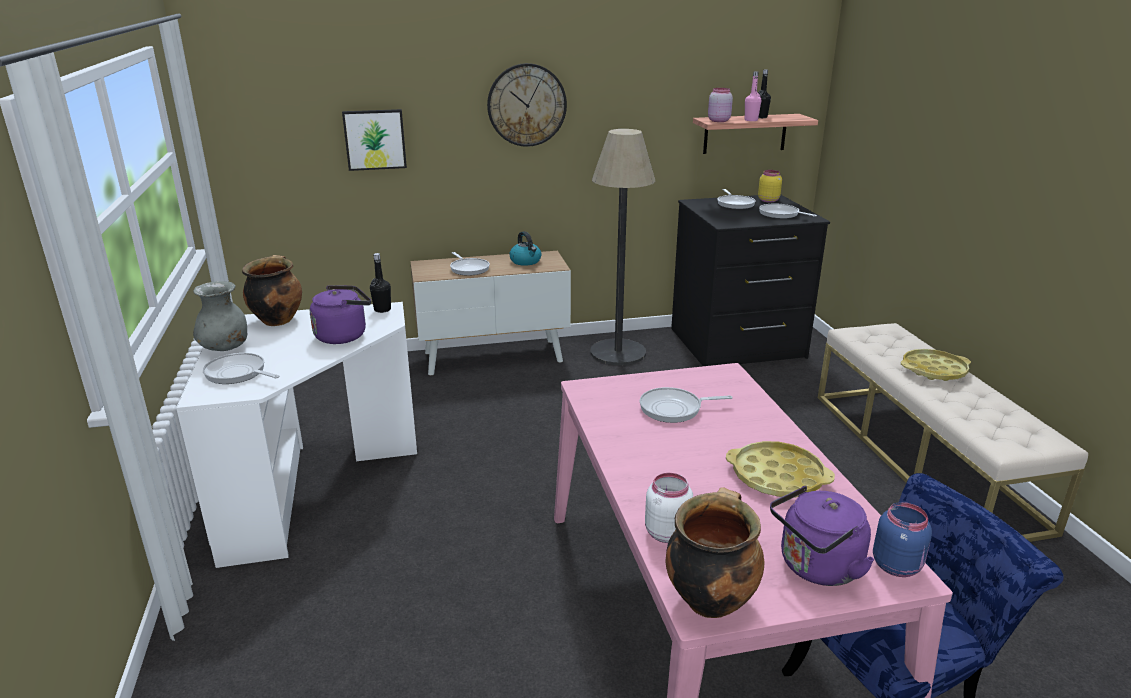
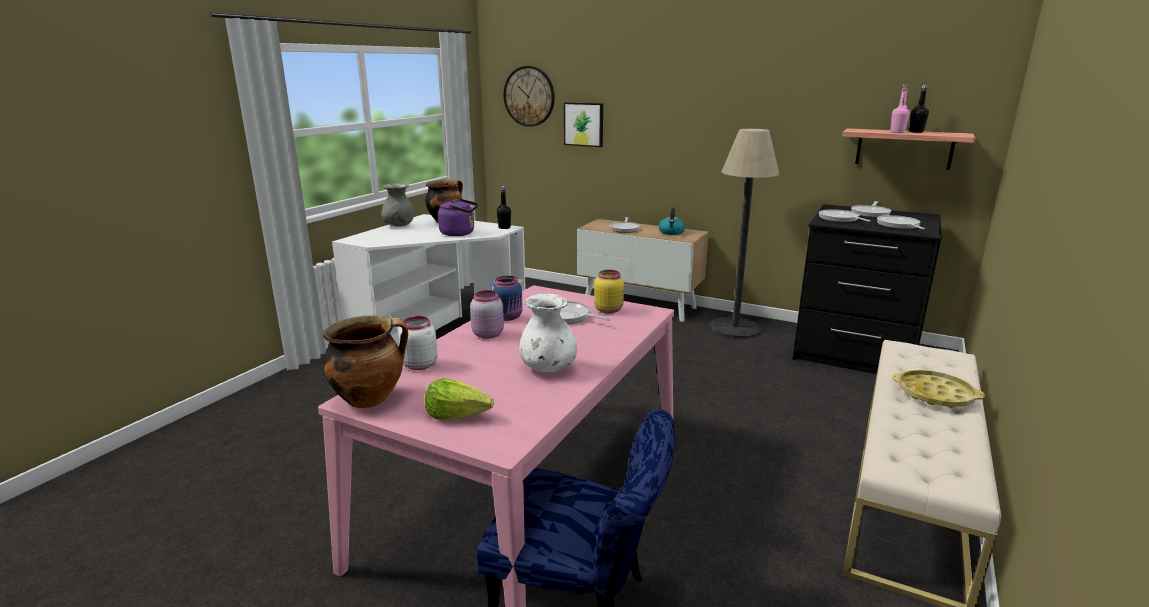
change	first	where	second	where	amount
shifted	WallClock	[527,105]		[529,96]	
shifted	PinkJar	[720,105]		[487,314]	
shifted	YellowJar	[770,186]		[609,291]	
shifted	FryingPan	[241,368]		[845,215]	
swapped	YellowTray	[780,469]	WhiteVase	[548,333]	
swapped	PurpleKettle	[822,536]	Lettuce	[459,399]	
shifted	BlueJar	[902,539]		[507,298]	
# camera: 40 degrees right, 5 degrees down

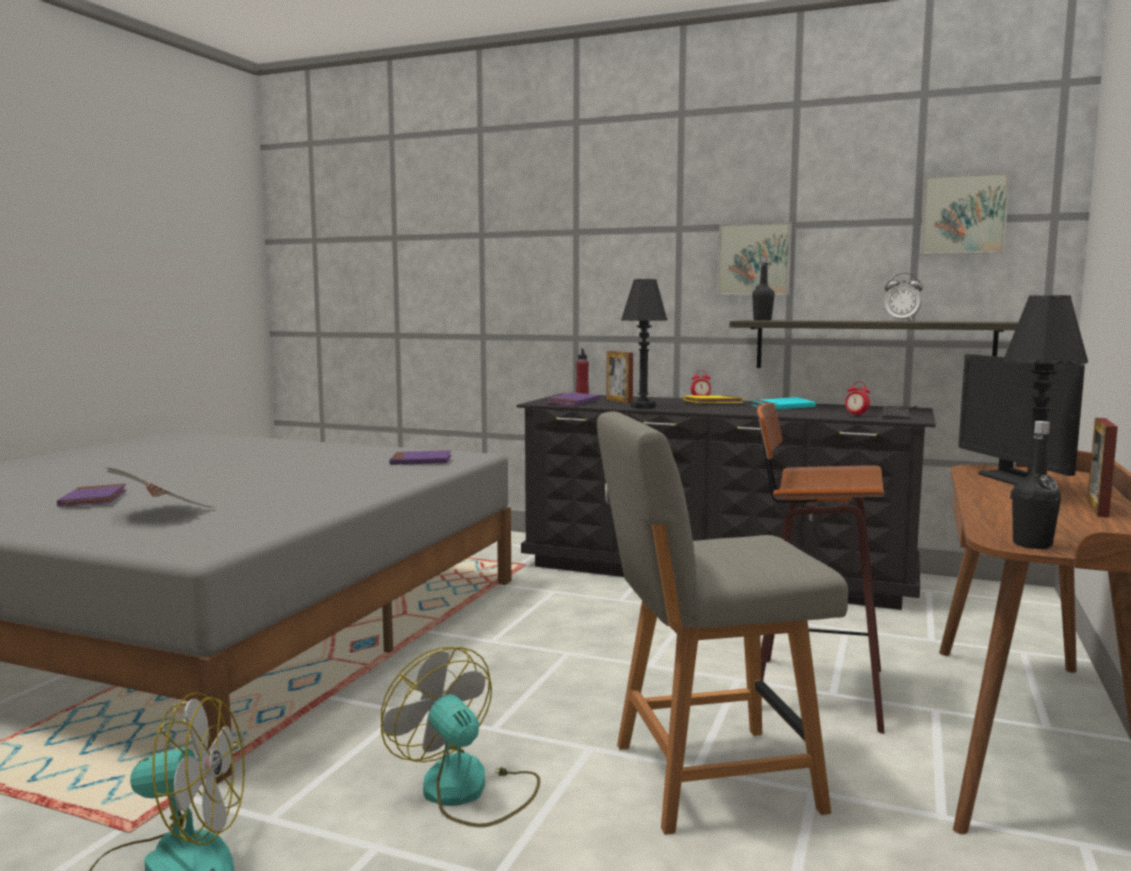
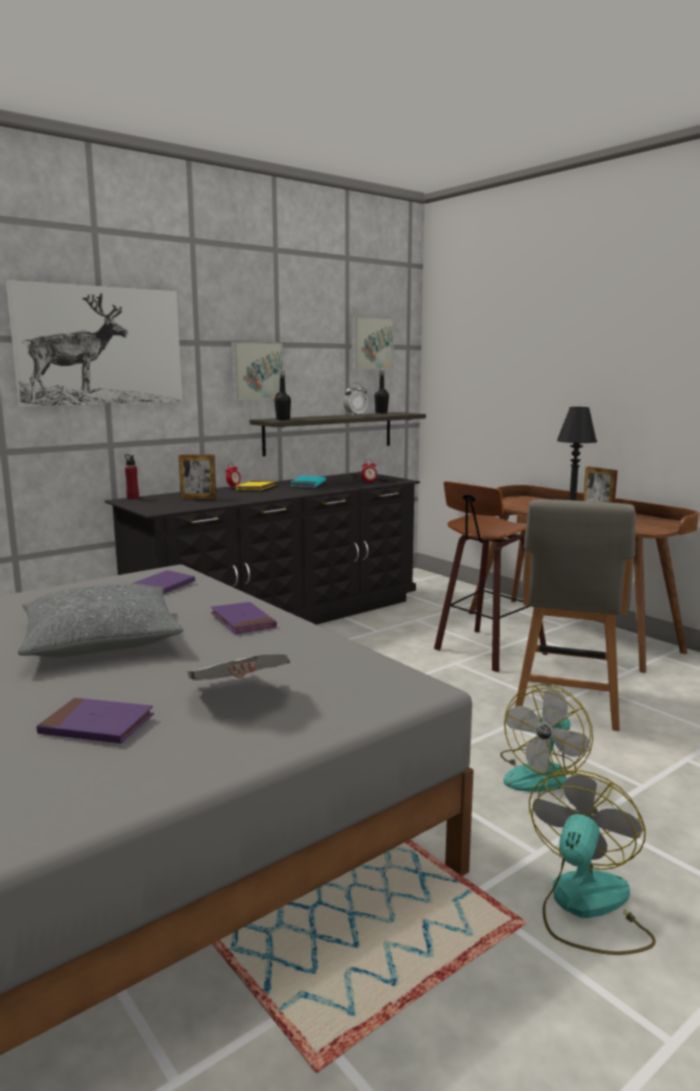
change	first	where	second	where	amount
gone	BlackTableLamp	[644,344]			
gone	Monitor	[1022,419]			
shifted	PurpleBook	[573,399]		[244,618]	
shifted	BlackBottle	[1036,485]		[381,392]	
rotated	Fan	[460,737]		[546,738]	45 degrees counterclockwise
new			Picture	[94,343]	
new			GreyPillow	[100,620]	
# camera: 60 degrees left, 5 degrees up

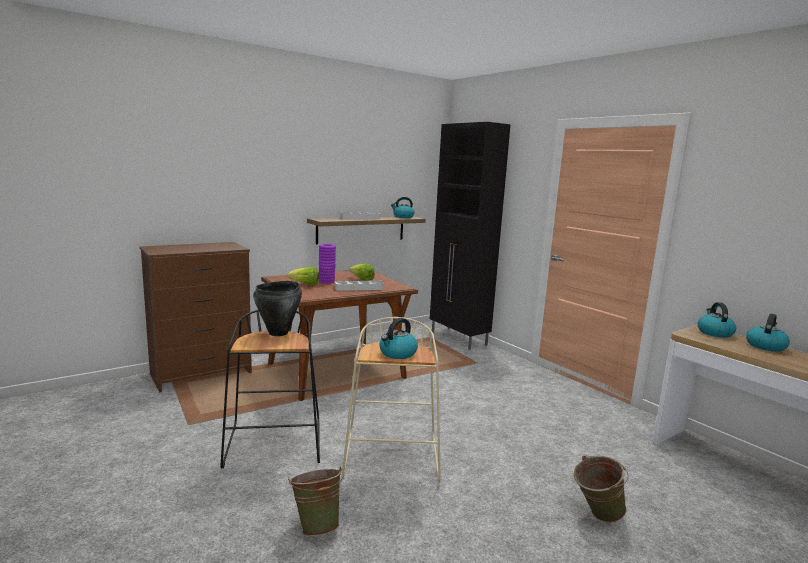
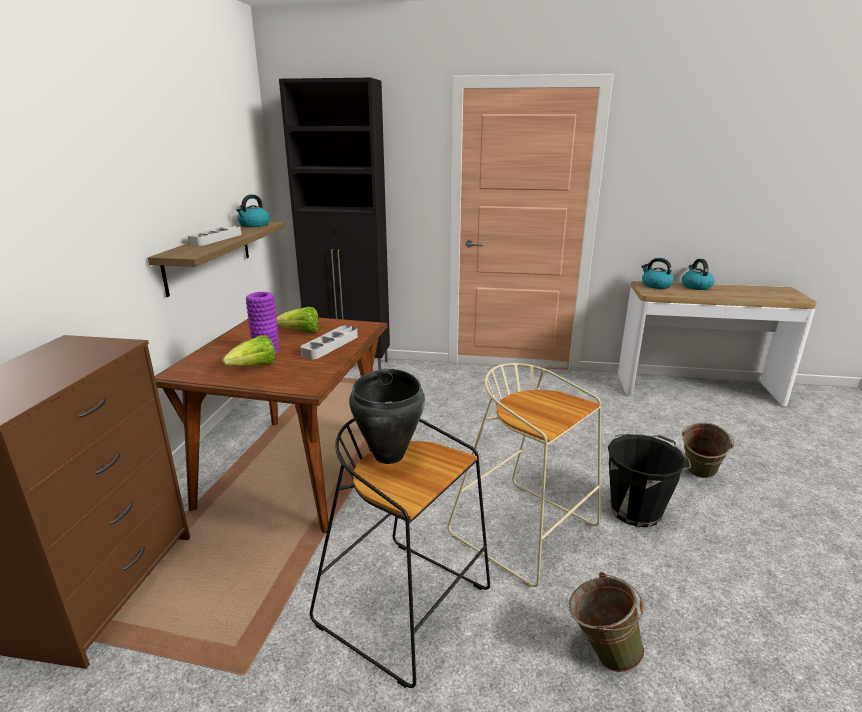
change	first	where	second	where	amount
gone	Kettle	[398,338]			
new			BlackBucket	[649,480]	
# camera: 45 degrees left, 10 degrees up

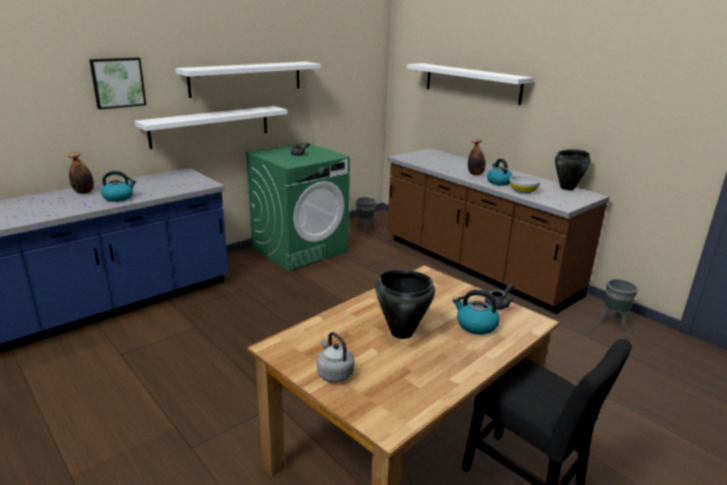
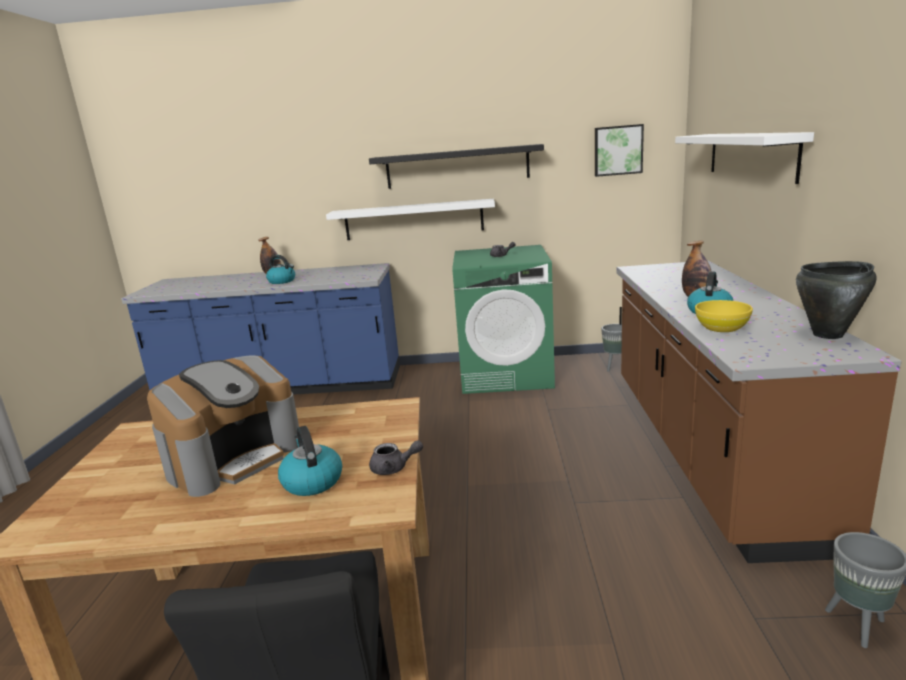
change	first	where	second	where	amount
shifted	Picture	[117,84]		[619,150]	
repainted	WhiteShelf	[248,80]	BlackShelf	[456,166]	
repainted	WhiteBowl	[525,184]	YellowBowl	[724,316]	
swapped	BlackCookingPot	[405,304]	CoffeeMachine	[223,426]	
gone	GreyKettle	[335,357]			
# camera: 45 degrees right, 5 degrees down

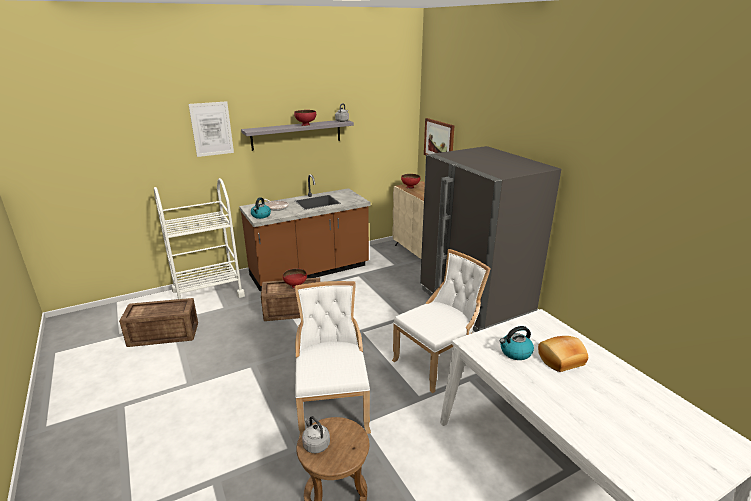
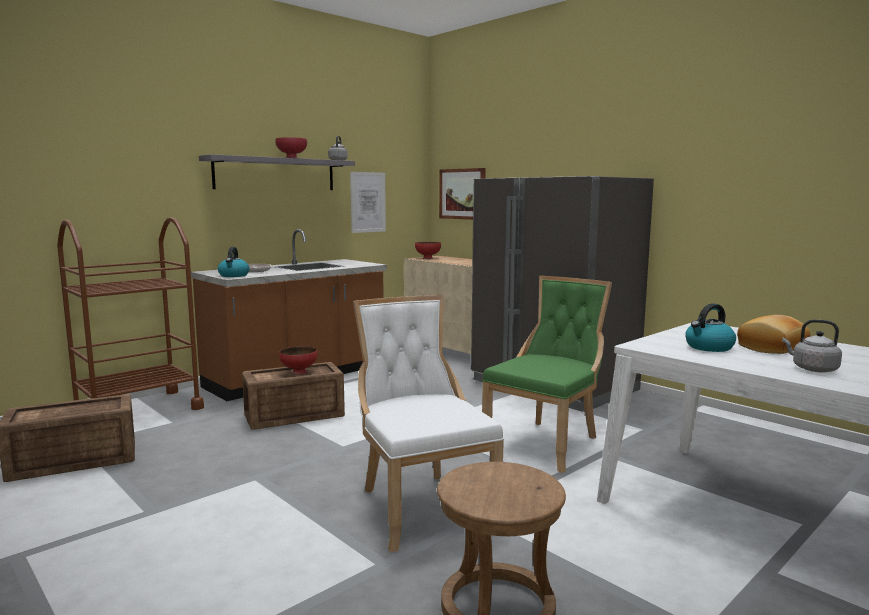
change	first	where	second	where	amount
shifted	Picture	[211,129]		[368,202]	
repainted	WhiteCart	[199,238]	BrownCart	[130,313]	
repainted	WhiteChair	[441,321]	GreenChair	[547,374]	
shifted	GreyKettle	[316,434]		[812,345]	
# camera: 15 degrees left, 15 degrees down

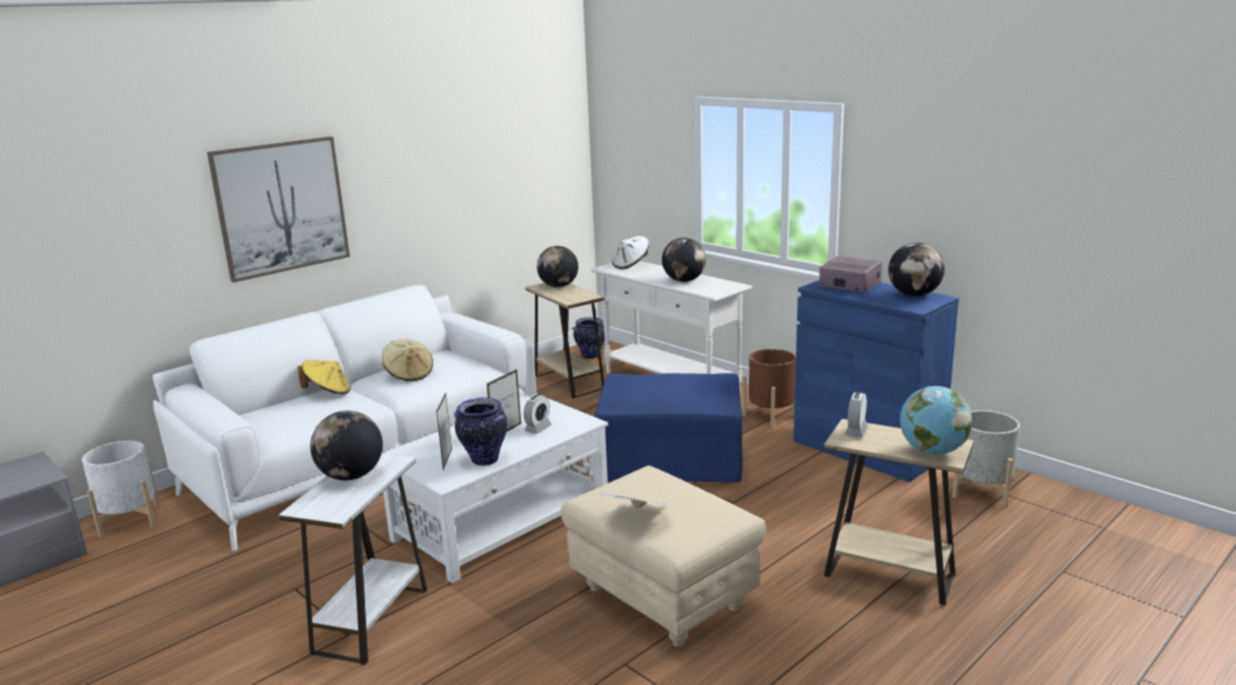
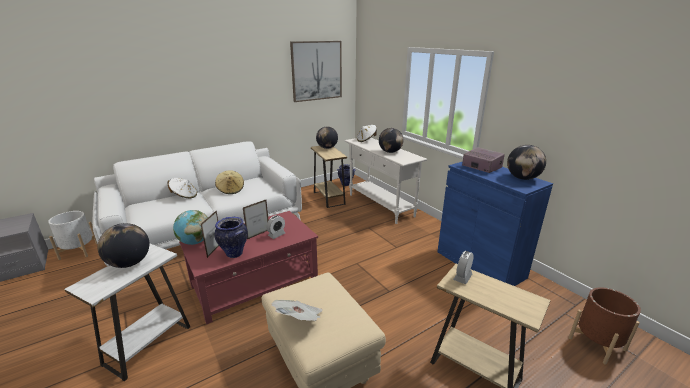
change	first	where	second	where	amount
shifted	Picture	[278,209]		[316,71]	
shifted	BrownPlanter	[769,388]		[604,326]	
repainted	YellowHat	[324,377]	WhiteHat	[182,188]	
gone	BlueOttoman	[669,428]			
shifted	Globe	[936,420]		[190,227]	
repainted	WhiteCoffeeTable	[495,490]	RedCoffeeTable	[248,267]	
gone	GreyPlanter	[986,458]			
# camera: 10 degrees right, 5 degrees up

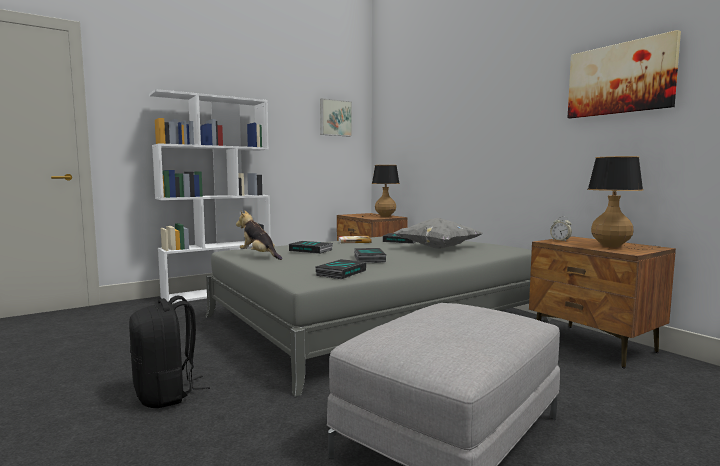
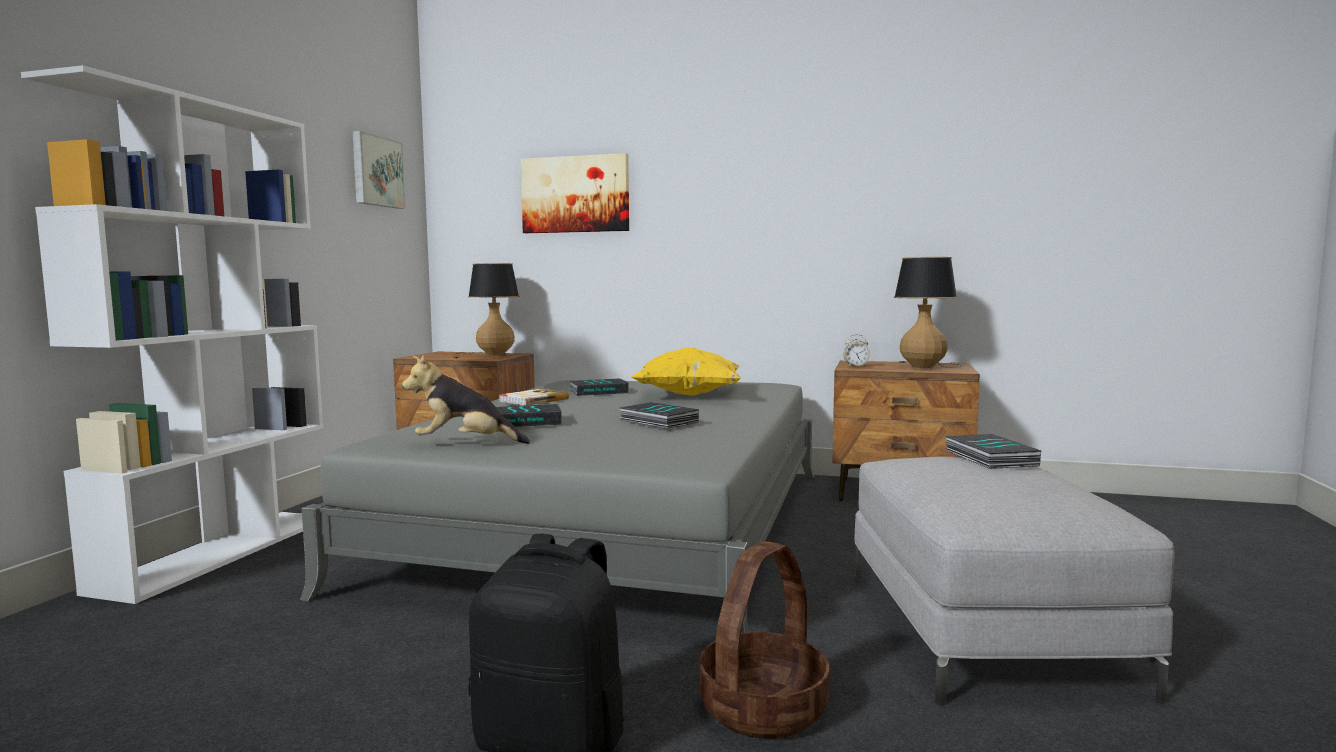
change	first	where	second	where	amount
shifted	Picture	[624,74]		[575,193]	
repainted	GreyPillow	[438,233]	YellowPillow	[686,371]	
shifted	Book	[340,269]		[993,451]	
new			Basket	[764,640]	
# camera: 40 degrees left, 0 degrees up

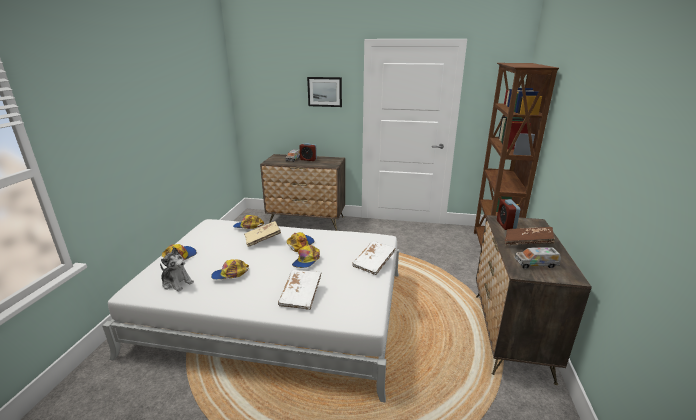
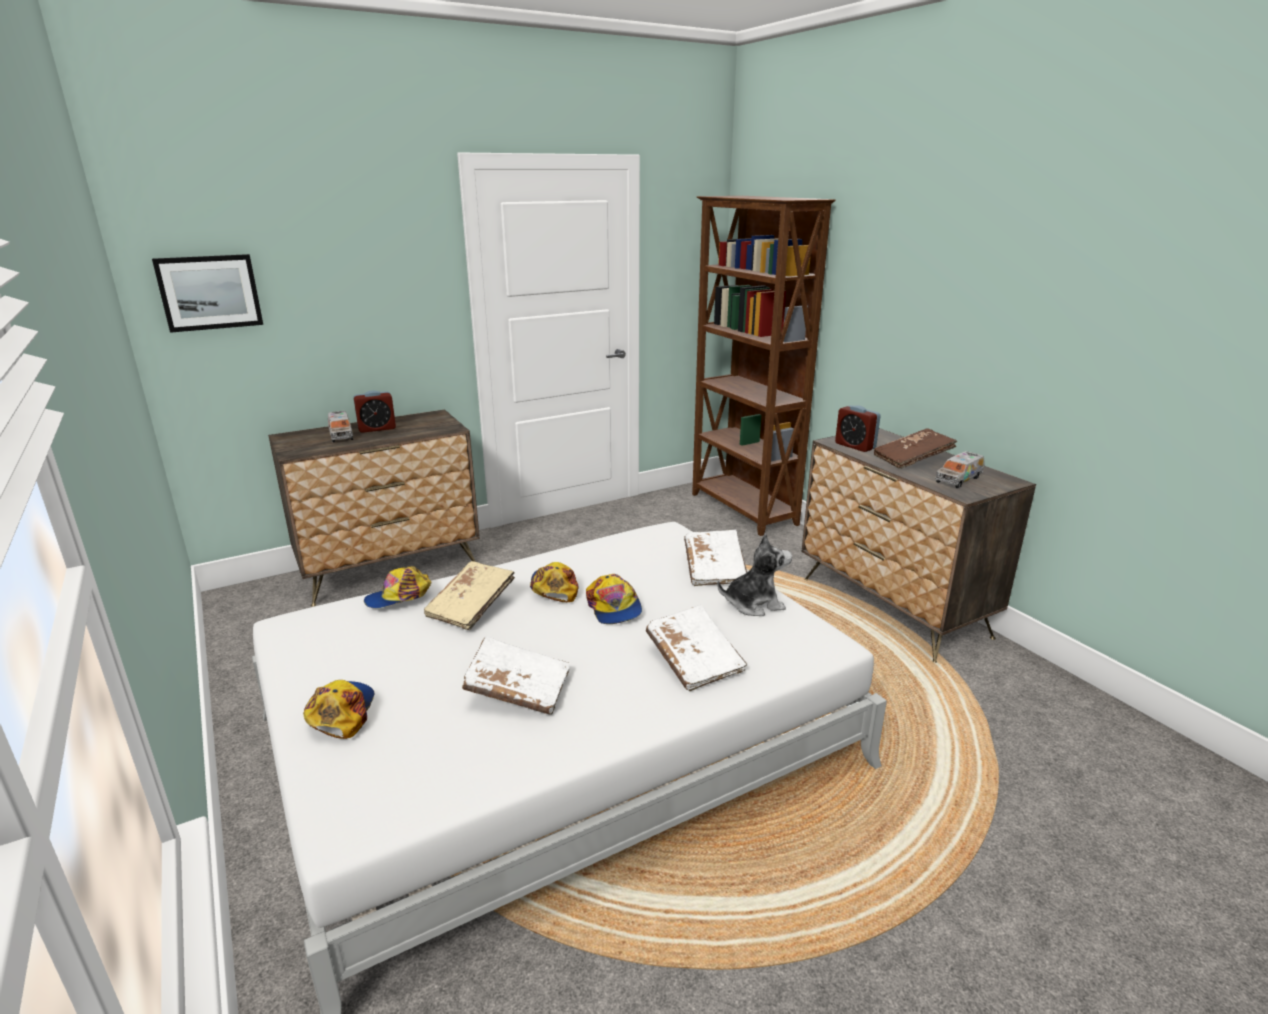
change	first	where	second	where	amount
shifted	Picture	[324,92]		[207,293]	
shifted	PlushToy	[177,269]		[754,574]	
swapped	Cap	[230,269]	WhiteBook	[516,675]	
# camera: 40 degrees left, 0 degrees up

